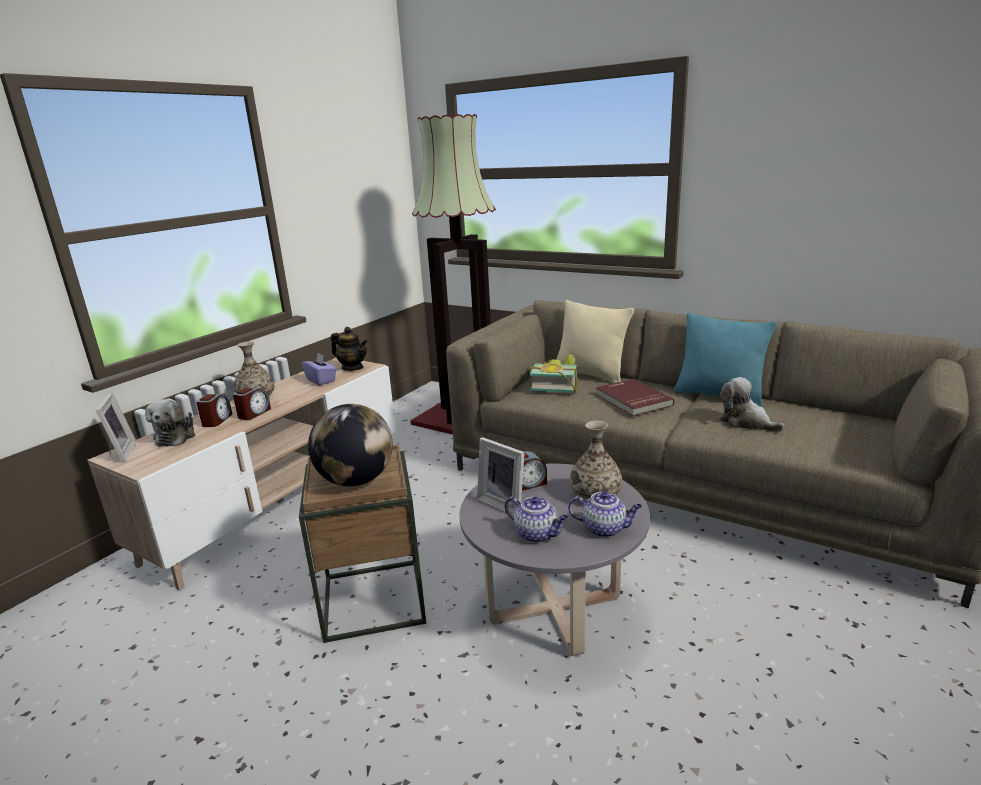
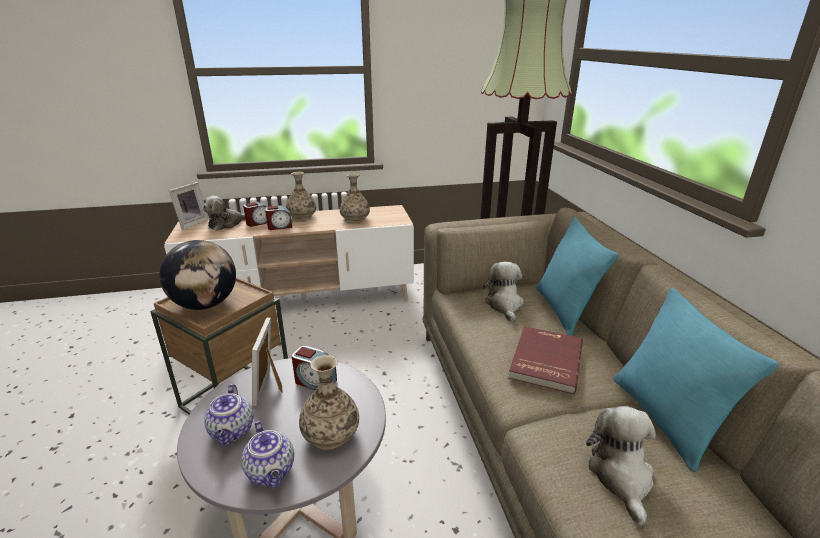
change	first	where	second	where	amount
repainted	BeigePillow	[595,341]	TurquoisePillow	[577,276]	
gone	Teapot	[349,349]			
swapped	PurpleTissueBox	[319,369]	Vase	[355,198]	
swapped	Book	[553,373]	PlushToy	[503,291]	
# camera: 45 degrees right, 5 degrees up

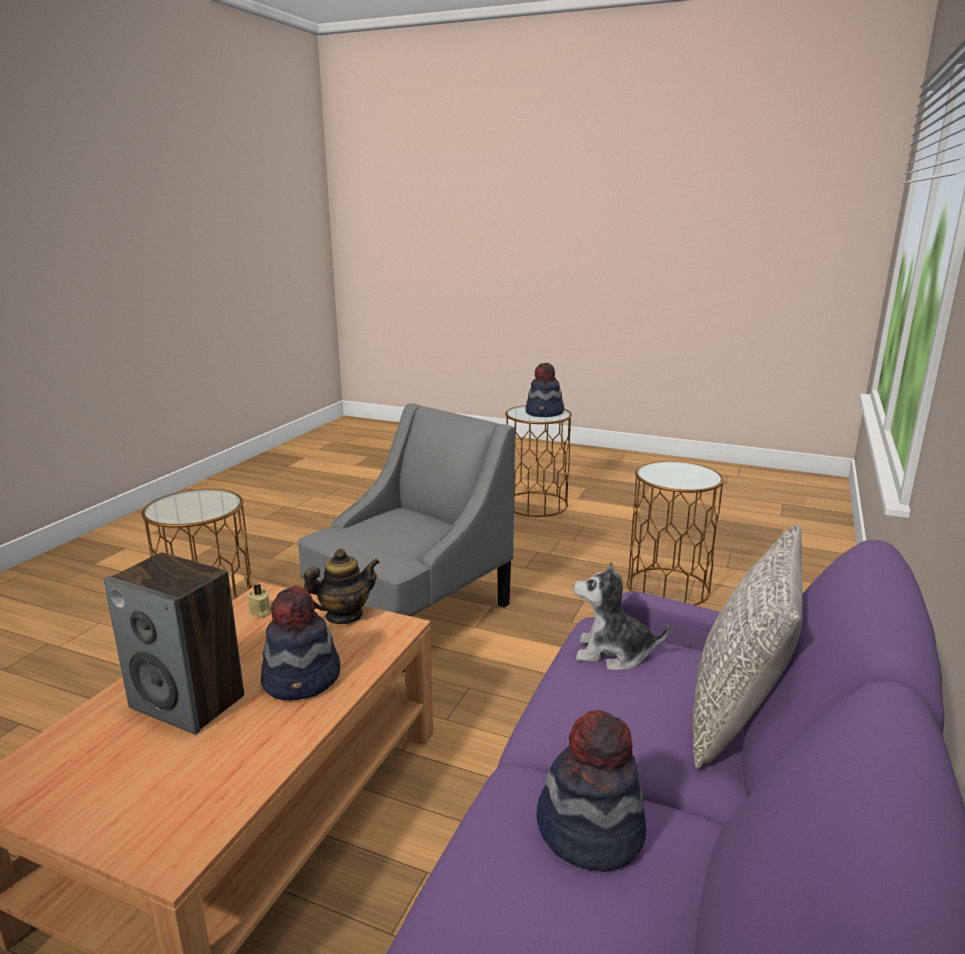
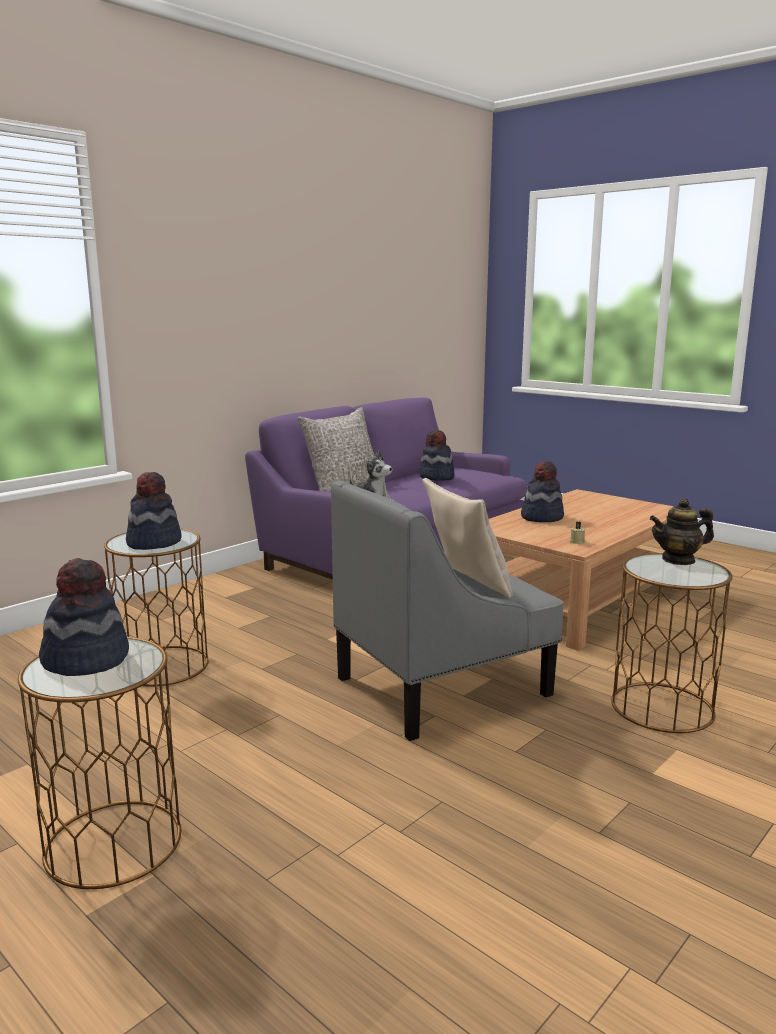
change	first	where	second	where	amount
shifted	Teapot	[342,586]		[682,531]	
gone	Speaker	[174,643]			
new			Hat	[154,511]	
new			BeigePillow	[467,538]	
# camera: 160 degrees left, 5 degrees down

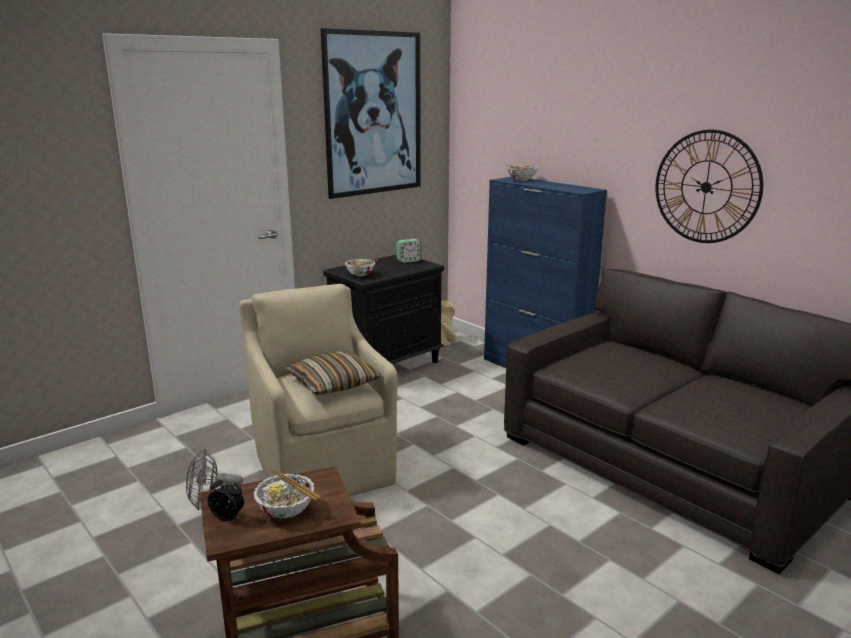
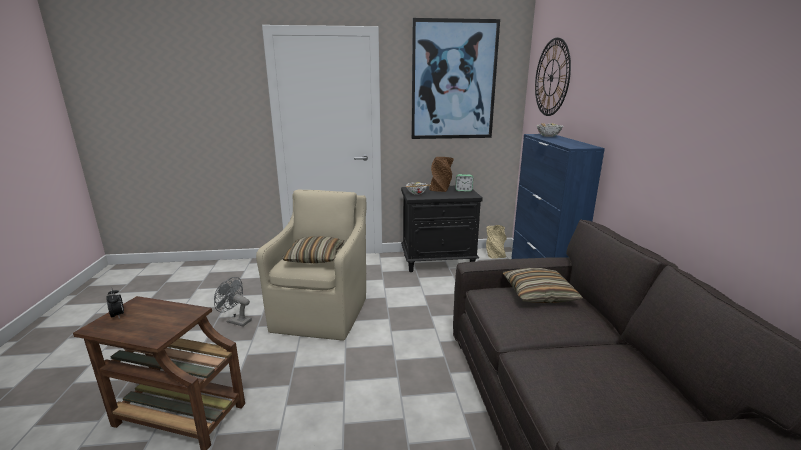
change	first	where	second	where	amount
shifted	WallClock	[709,186]		[553,76]	
gone	Bowl	[287,494]			
new			BrownVase	[441,174]	
new			Pillow	[543,285]	
# camera: 35 degrees right, 0 degrees up

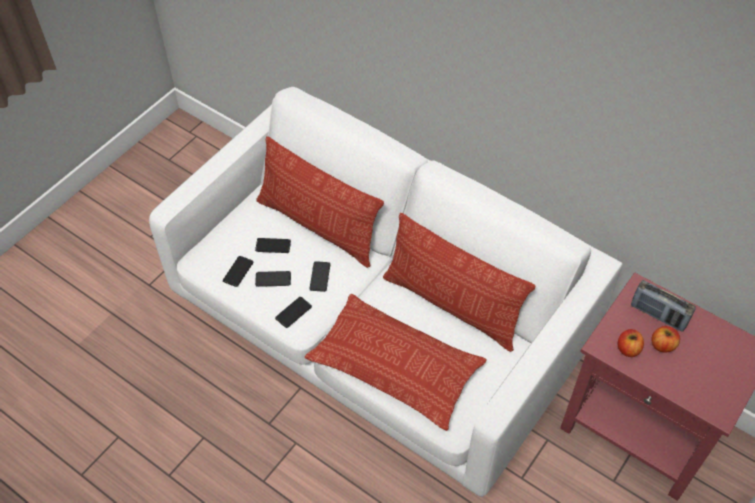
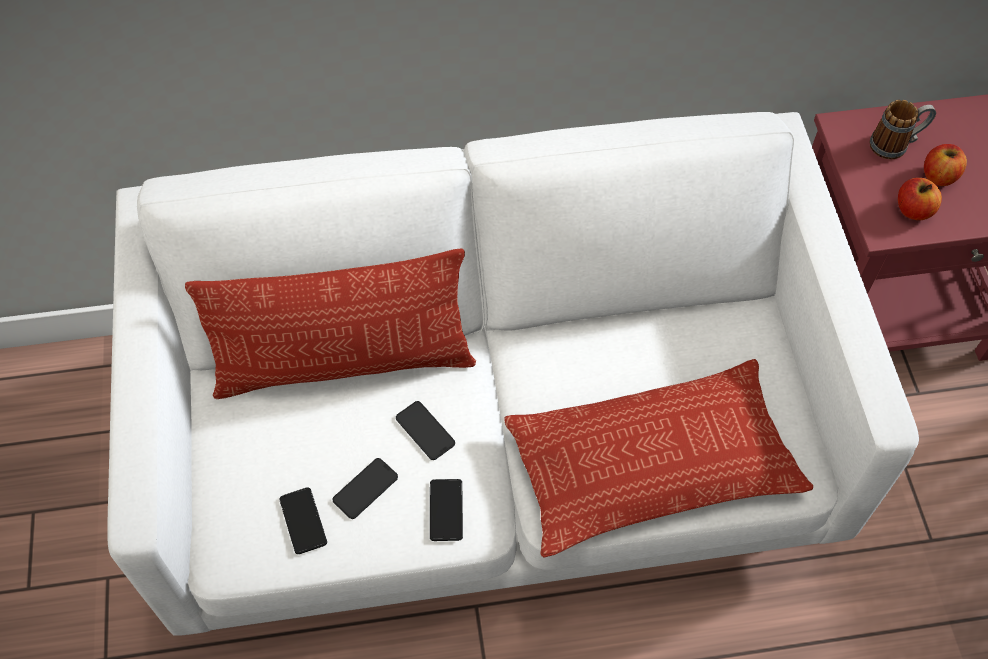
change	first	where	second	where	amount
gone	Pillow	[459,282]			
gone	Phone	[273,245]			
swapped	Radio	[663,306]	Mug	[902,129]	
# camera: 45 degrees left, 5 degrees up

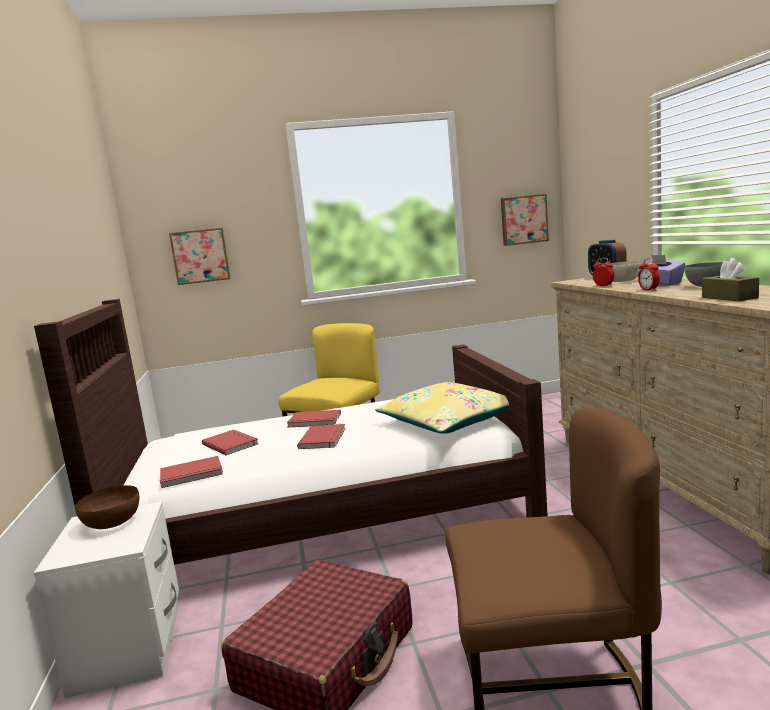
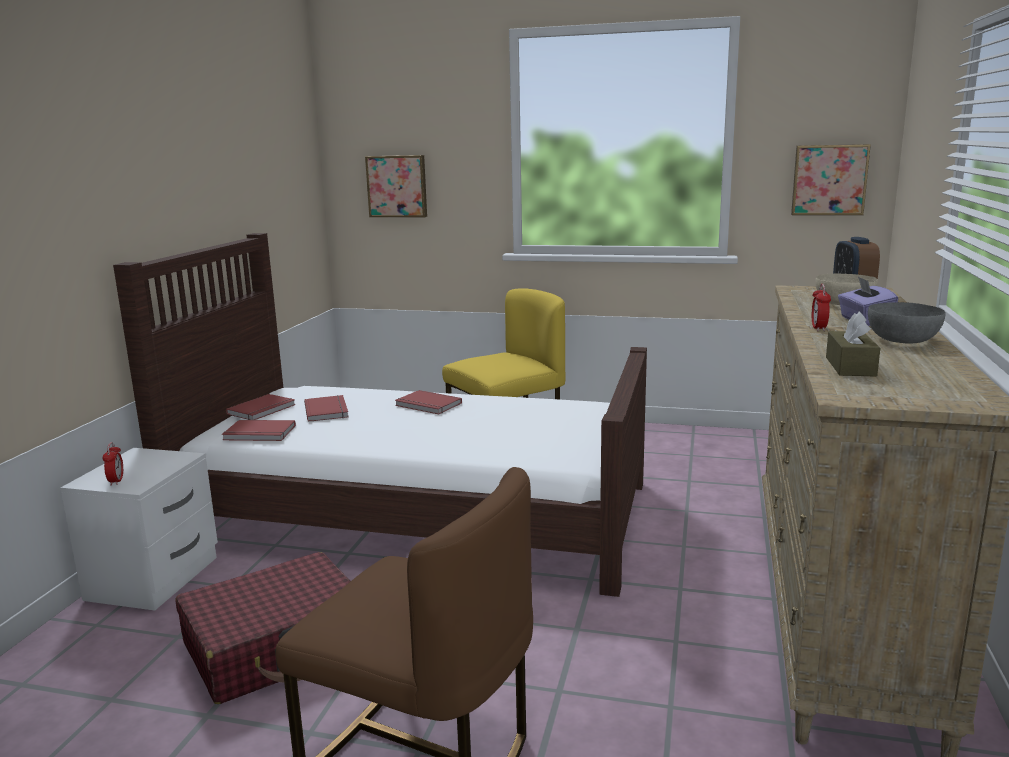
change	first	where	second	where	amount
shifted	AlarmClock	[603,272]		[113,464]	
gone	YellowPillow	[442,408]			
shifted	RedBook	[321,436]		[261,407]	
gone	BrownBowl	[107,507]			
# camera: 25 degrees right, 5 degrees up

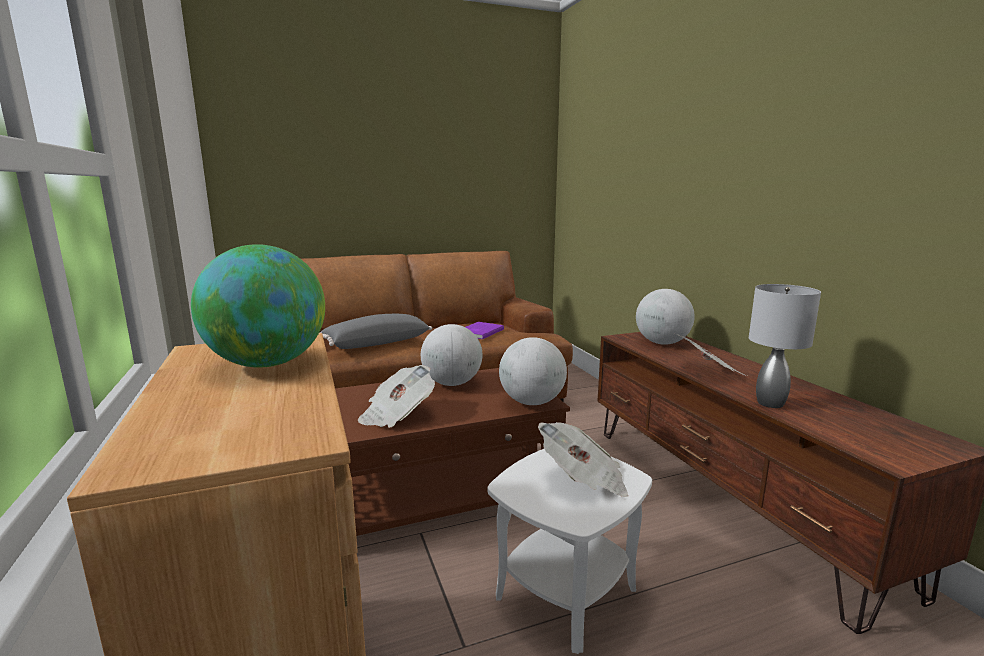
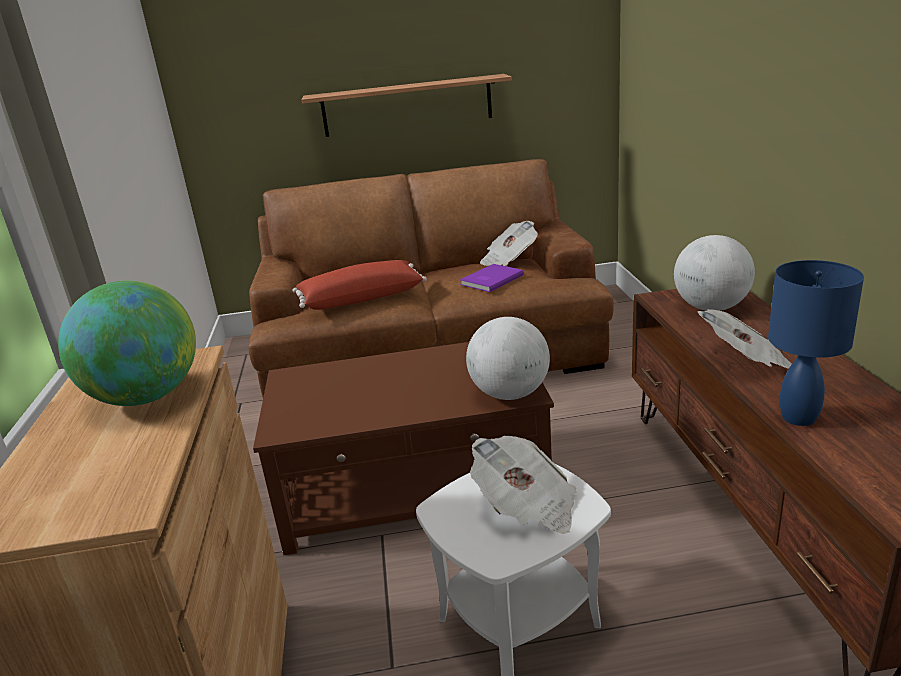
change	first	where	second	where	amount
repainted	GreyTableLamp	[785,346]	BlueTableLamp	[816,343]	
repainted	GreyPillow	[376,331]	RedPillow	[360,285]	
gone	Globe	[451,355]			
shifted	Newspaper	[396,396]		[509,243]	
new			Shelf	[407,105]	
# camera: 15 degrees right, 10 degrees up

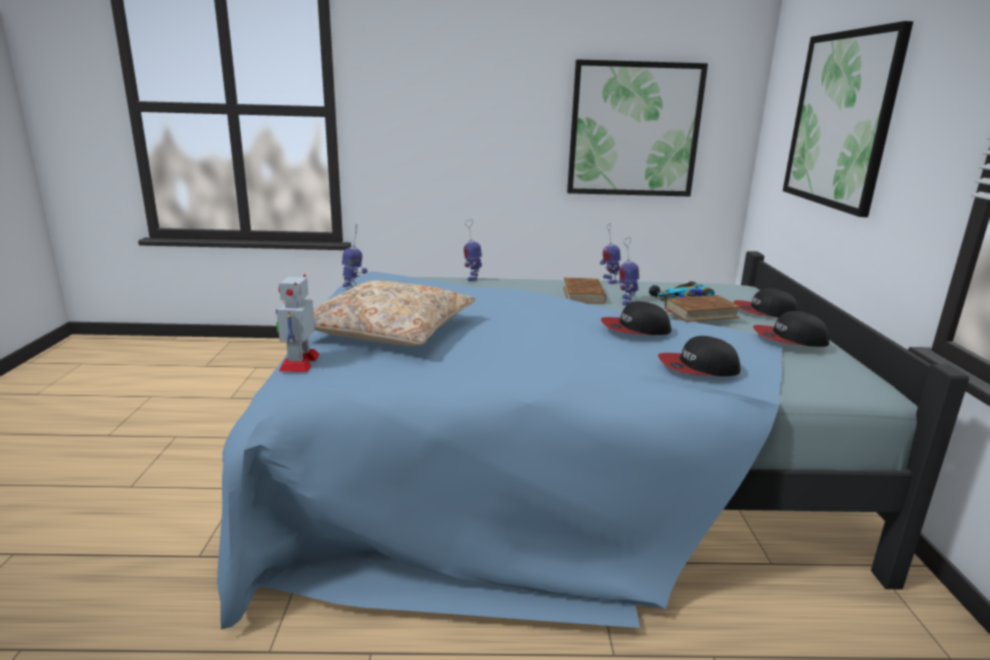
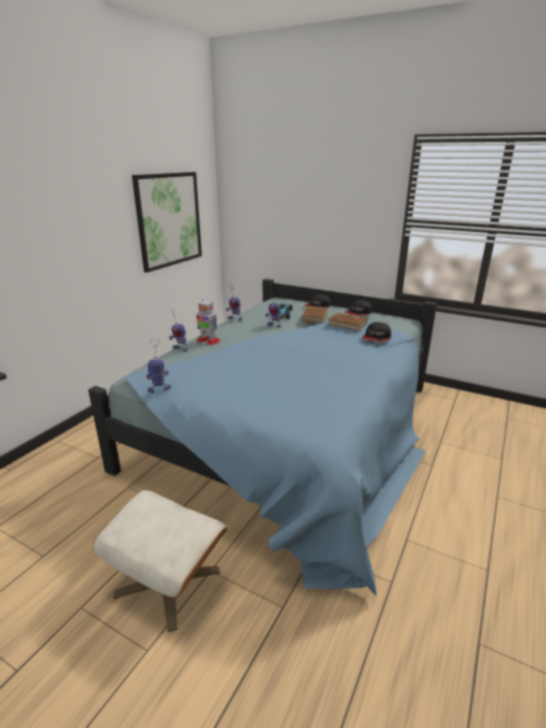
change	first	where	second	where	amount
gone	Picture	[848,119]			
shifted	ToyRobot	[298,323]		[208,322]	
shifted	BrownBook	[584,291]		[347,322]	
gone	BeigePillow	[394,313]			
gone	Cap	[636,318]			
new			BeigeOttoman	[160,561]	
# camera: 60 degrees left, 5 degrees up

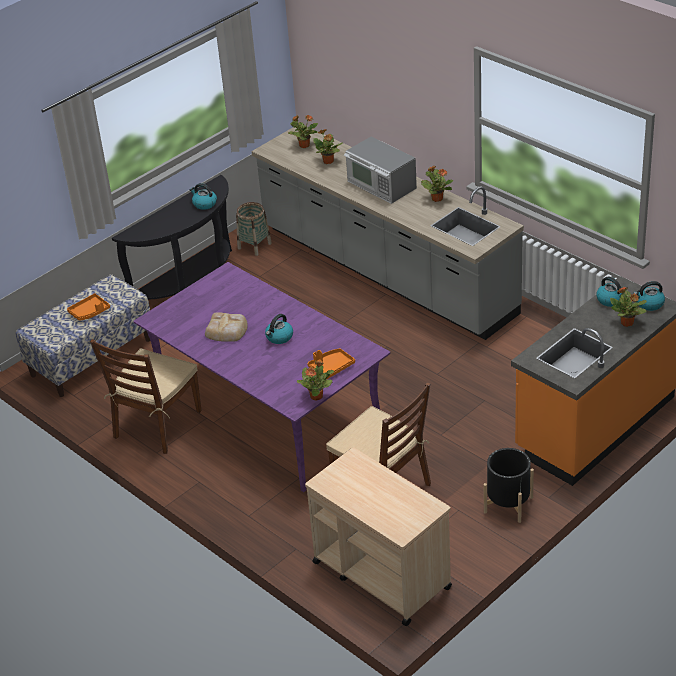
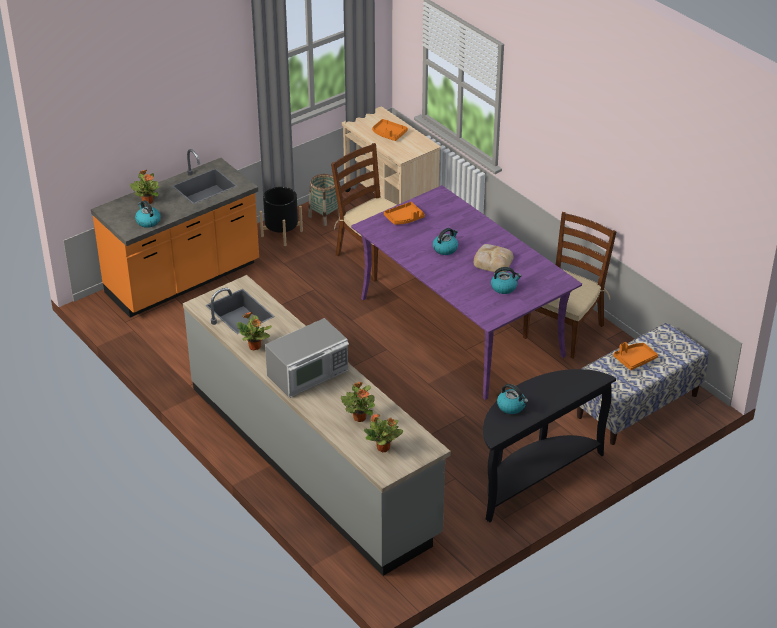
change	first	where	second	where	amount
rotated	Microwave	[380,170]		[307,358]	90 degrees clockwise
shifted	Basket	[254,229]		[323,200]	
shifted	Kettle	[649,296]		[506,280]	
gone	PottedPlant	[315,381]			
new			OrangeTray	[390,130]	
# camera: 175 degrees left, 0 degrees up

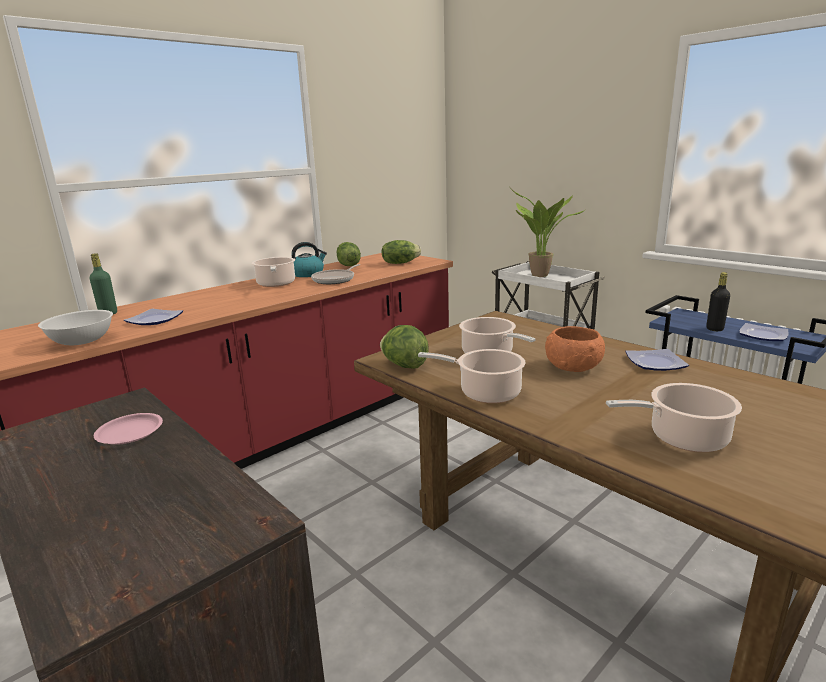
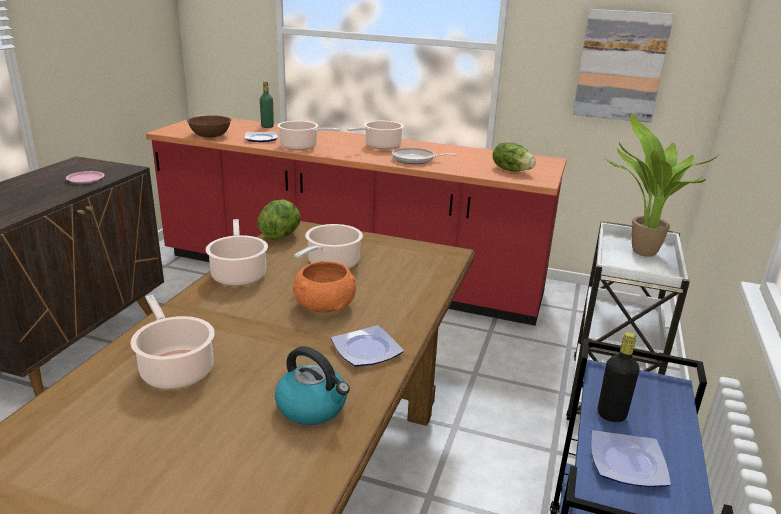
change	first	where	second	where	amount
shifted	Kettle	[309,259]		[312,385]	
gone	Lettuce	[349,254]			
repainted	WhiteBowl	[75,327]	BrownBowl	[209,126]	
new			Picture	[623,66]	
new			CookingPot	[308,135]	
# camera: 60 degrees right, 5 degrees up

